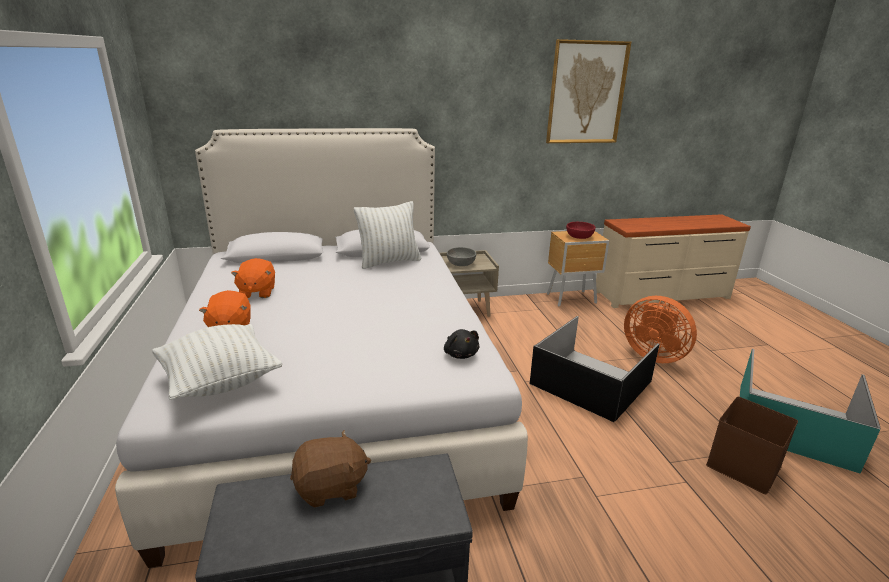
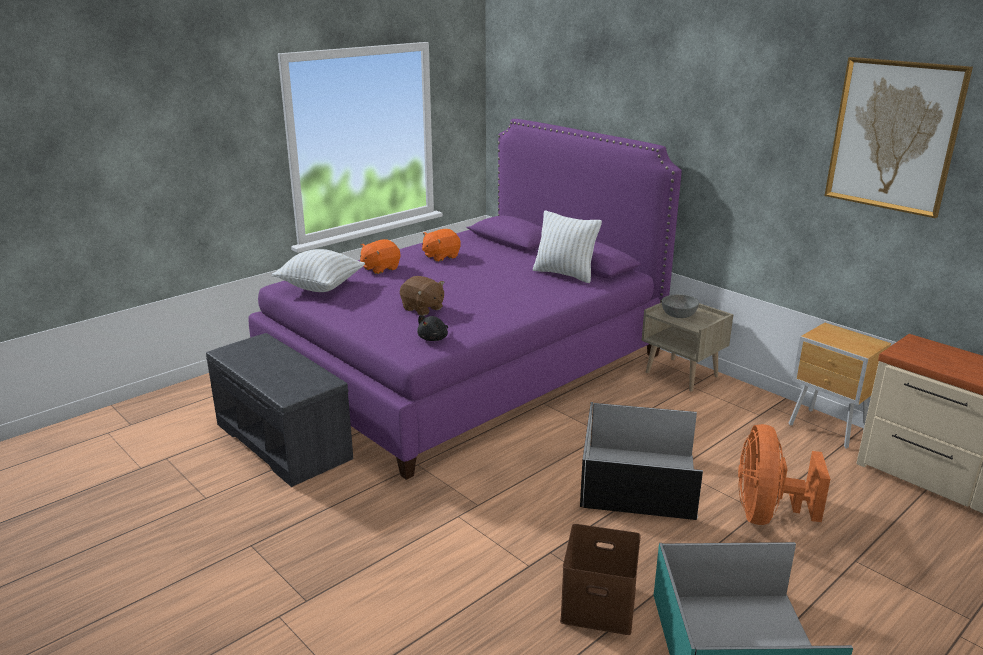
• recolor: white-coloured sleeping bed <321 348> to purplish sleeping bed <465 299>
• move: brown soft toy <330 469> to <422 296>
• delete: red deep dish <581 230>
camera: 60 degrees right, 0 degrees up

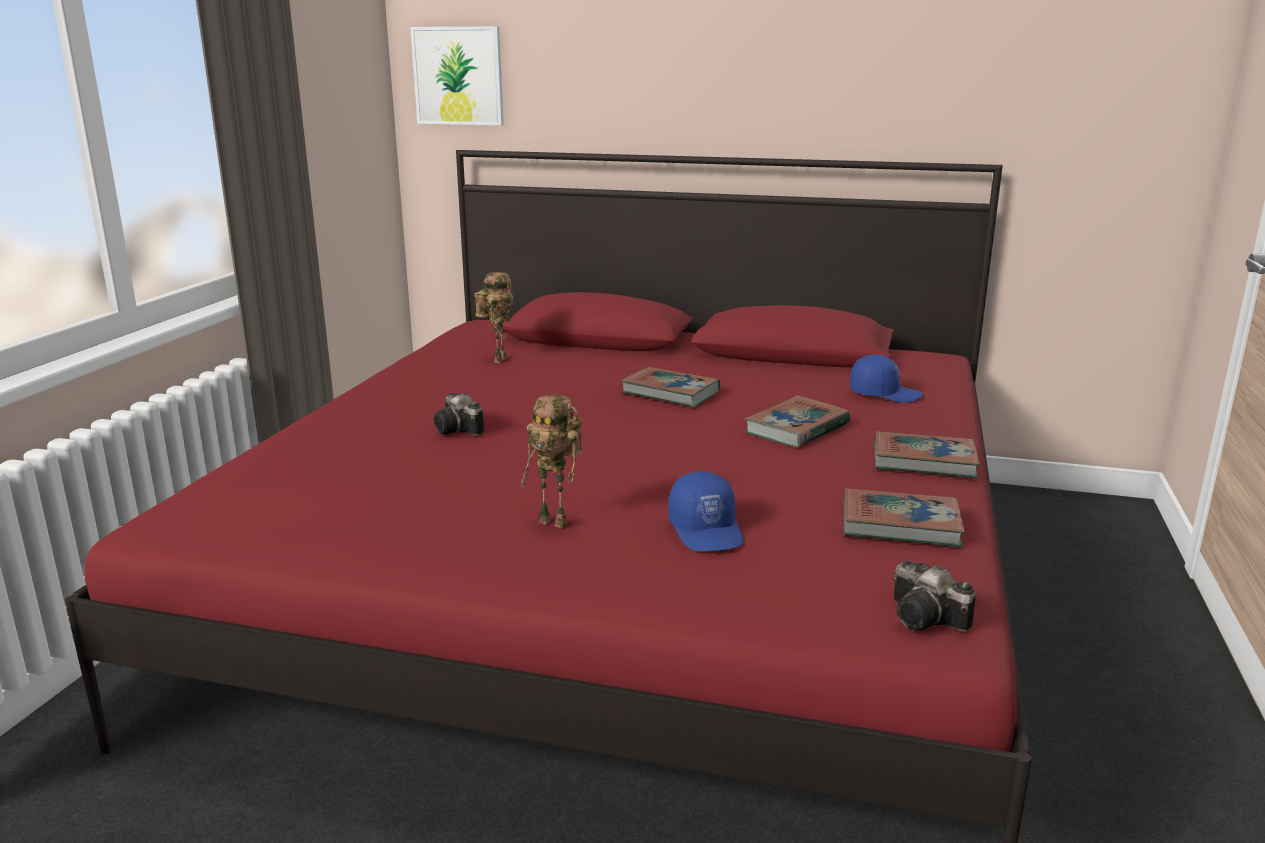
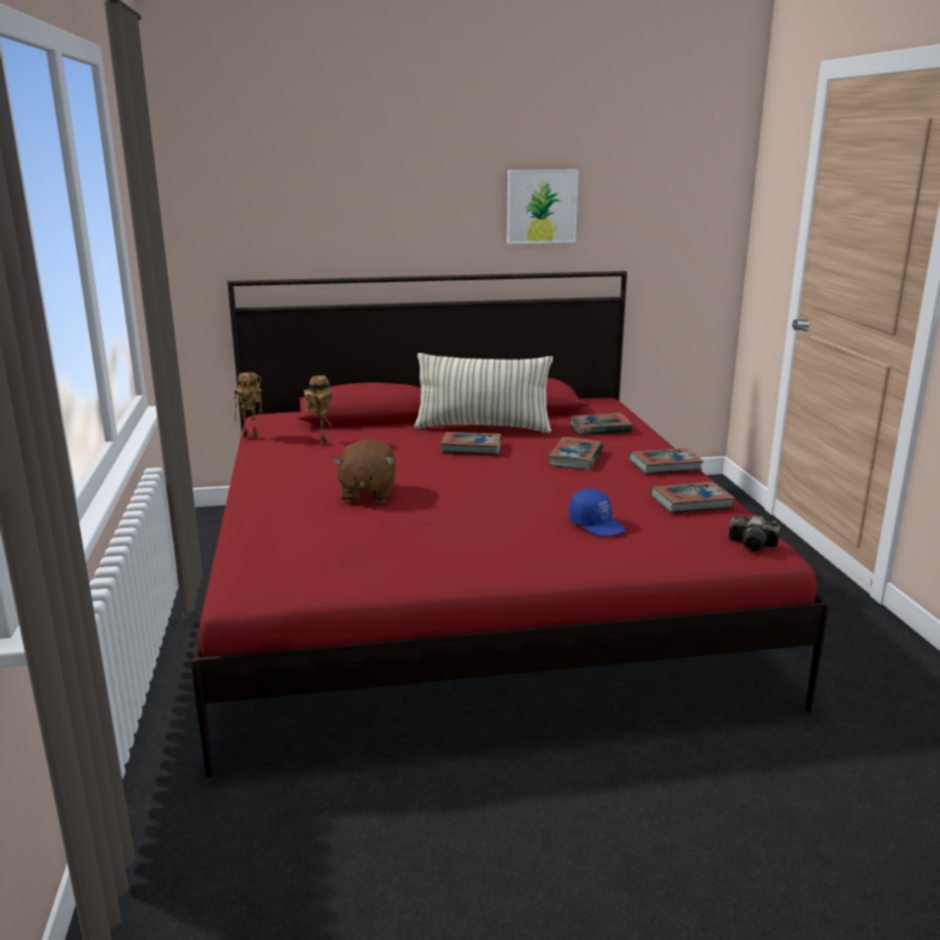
• move: picture <457 76> to <543 207>
• replace: photo camera <459 414> to brown soft toy <364 470>
• move: model robot <551 461> to <248 405>
• replace: bluish peaked cap <886 378> to volume <601 424>
• insert: pillow <483 393>
camera: 25 degrees left, 0 degrees up

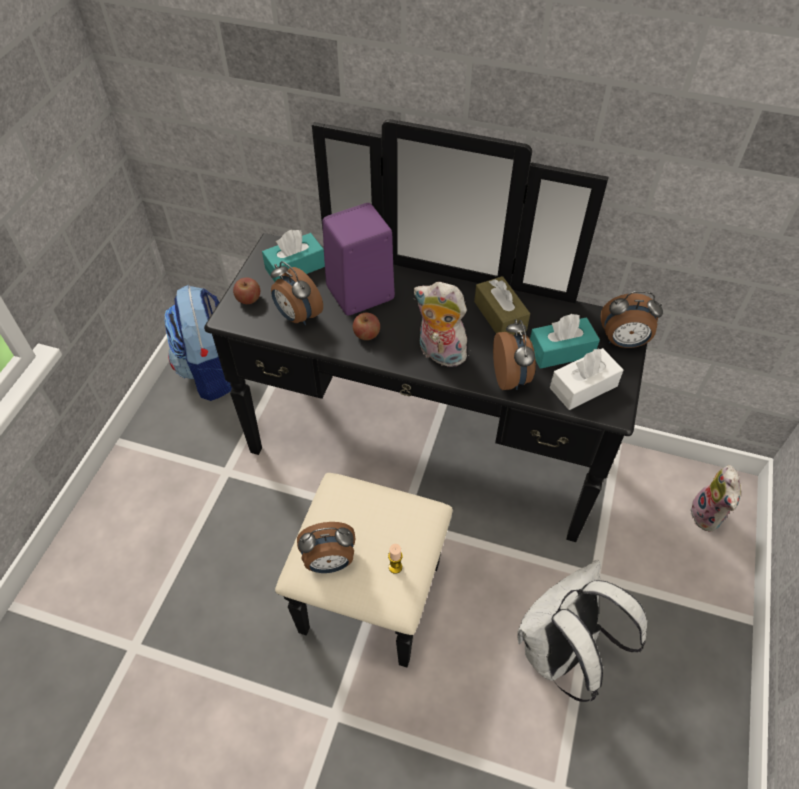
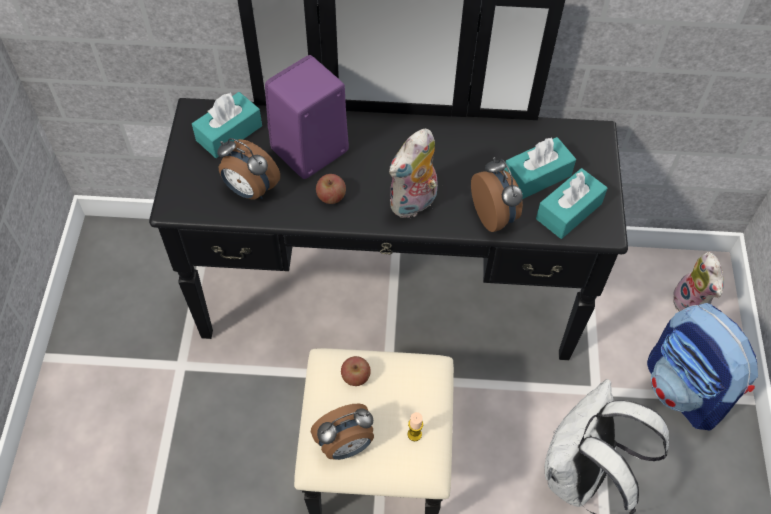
• move: backpack <198 343> to <702 366>
• move: apple <246 291> to <356 371>
• rotate: soft toy <441 324> = <413 173> 60 degrees counterclockwise
• delete: brown tissue holder <502 305>
• recolor: white-coloured tissue holder <586 379> to blue-green tissue holder <572 203>
• delete: alarm clock <631 319>
camera: 15 degrees left, 5 degrees up

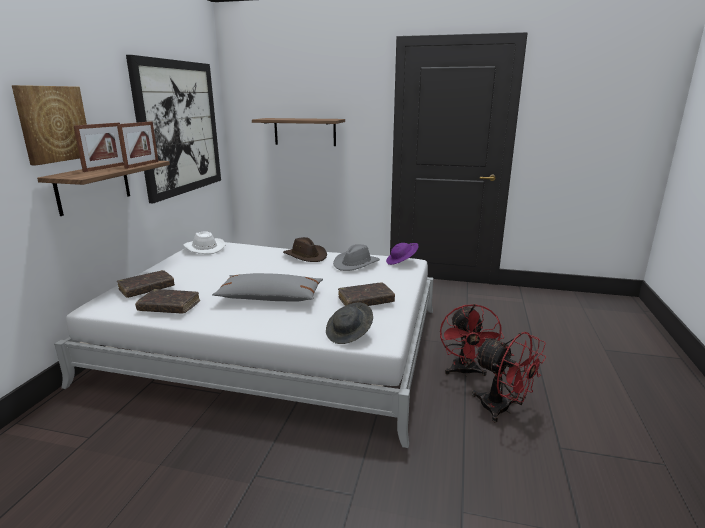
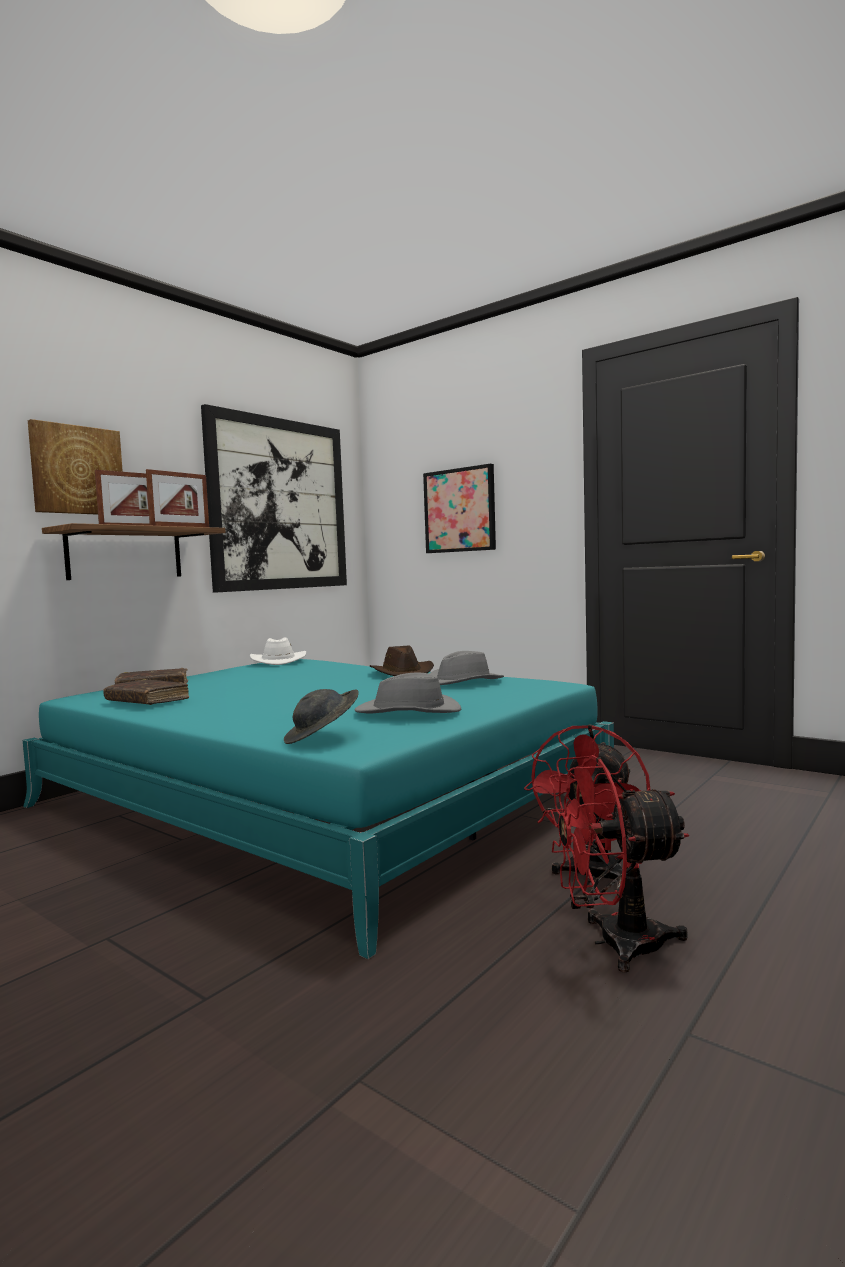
• recolor: white-coloured sleeping bed <244 345> to blue-green sleeping bed <318 809>
• delete: greyish pillow <267 287>
• replace: shelf <298 132> to picture <459 508>
• replace: brown volume <366 294> to greyish hat <408 693>
• delete: purplish hat <402 254>
• rotate: red cooling fan <509 377> = <618 864> 105 degrees clockwise
camera: 25 degrees right, 15 degrees down

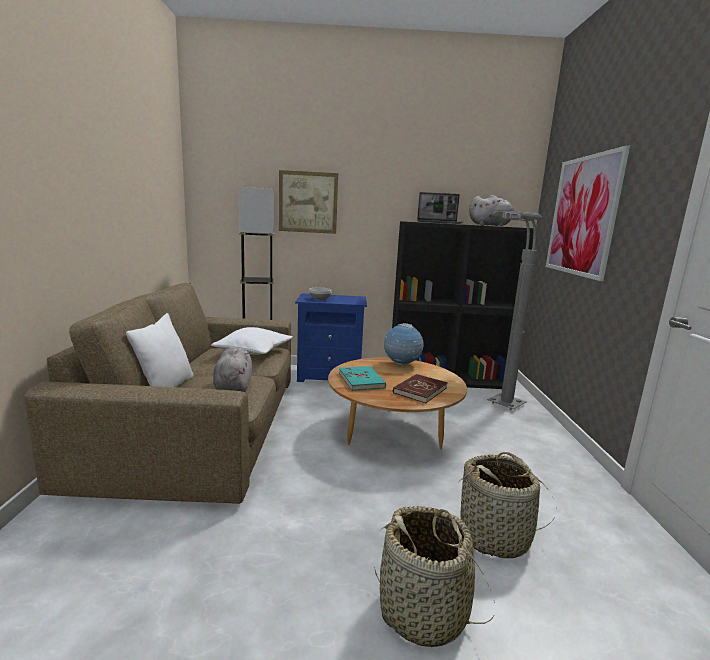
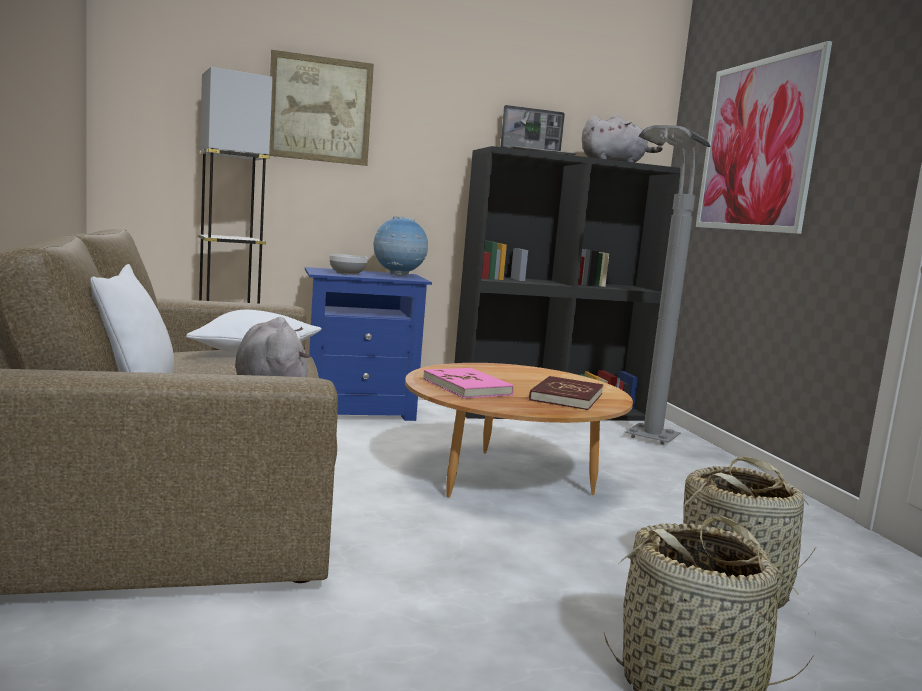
• recolor: blue-green volume <362 378> to pink-coloured volume <468 383>
• move: world globe <403 344> to <400 246>
camera: 15 degrees left, 5 degrees down

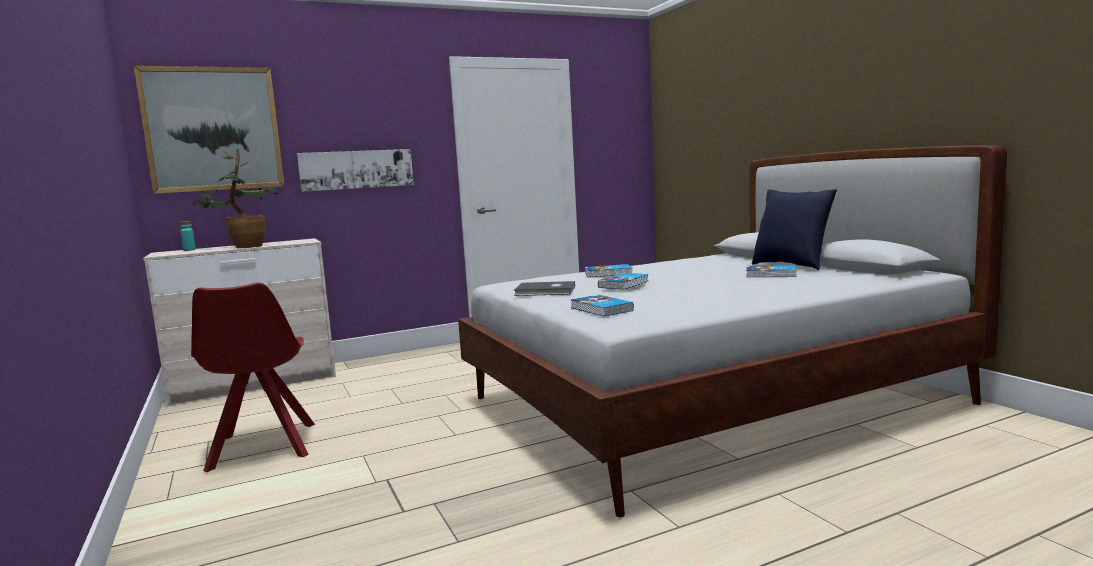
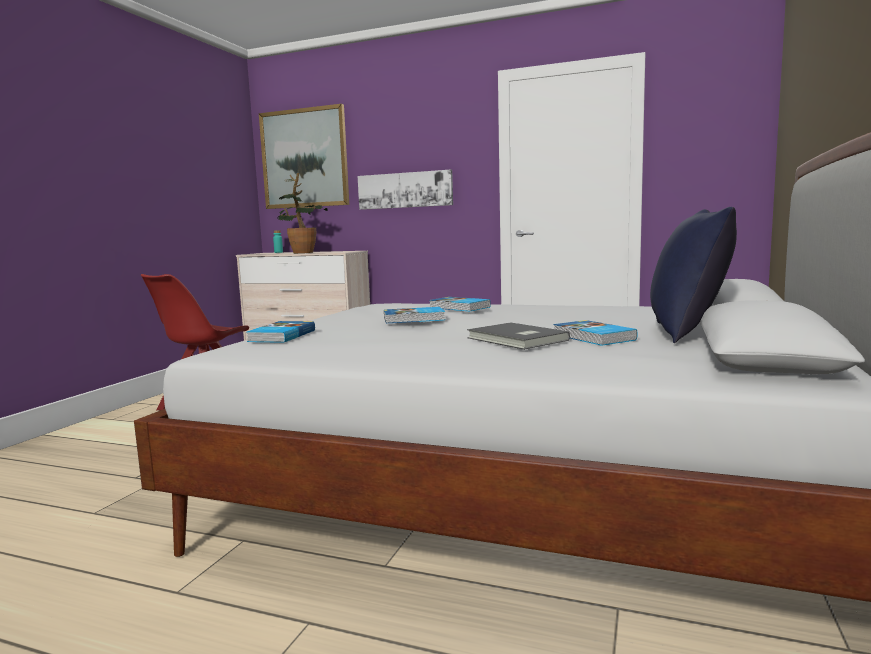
• move: greyish volume <544 288> to <518 336>
camera: 45 degrees right, 0 degrees up

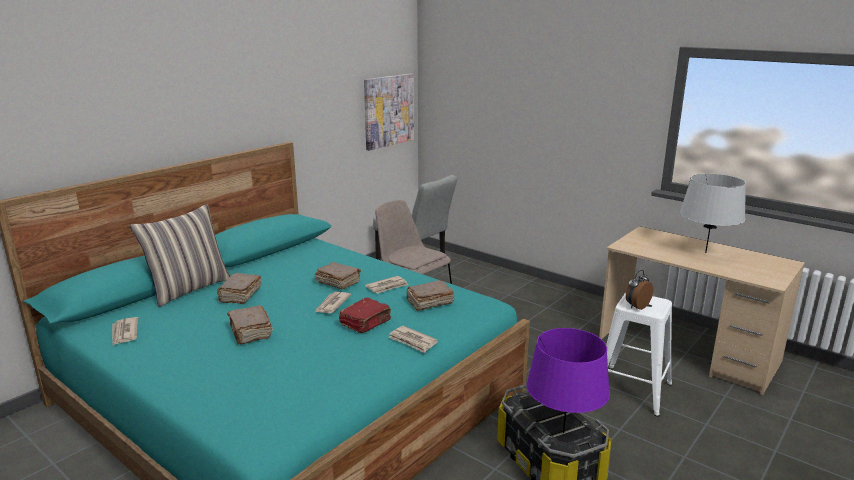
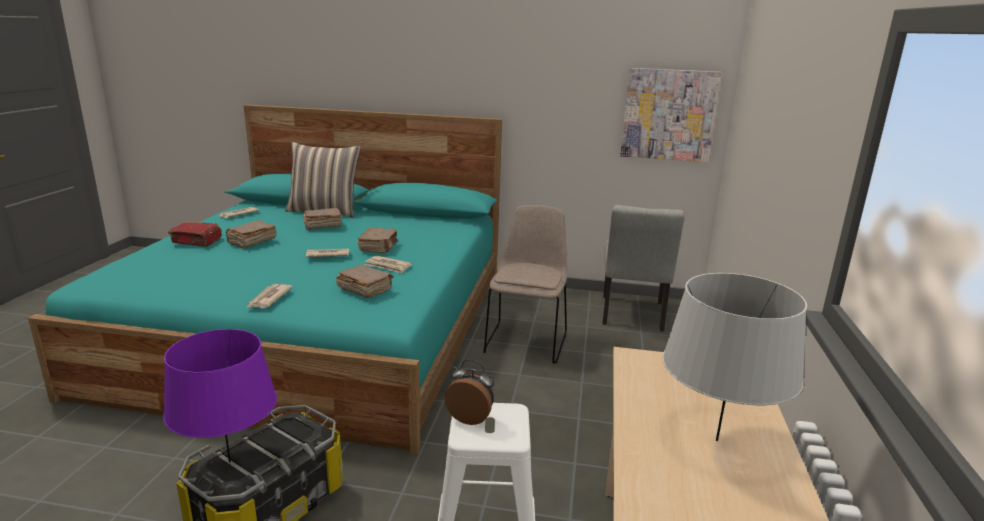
• move: red volume <365 315> to <195 234>
camera: 60 degrees right, 0 degrees up

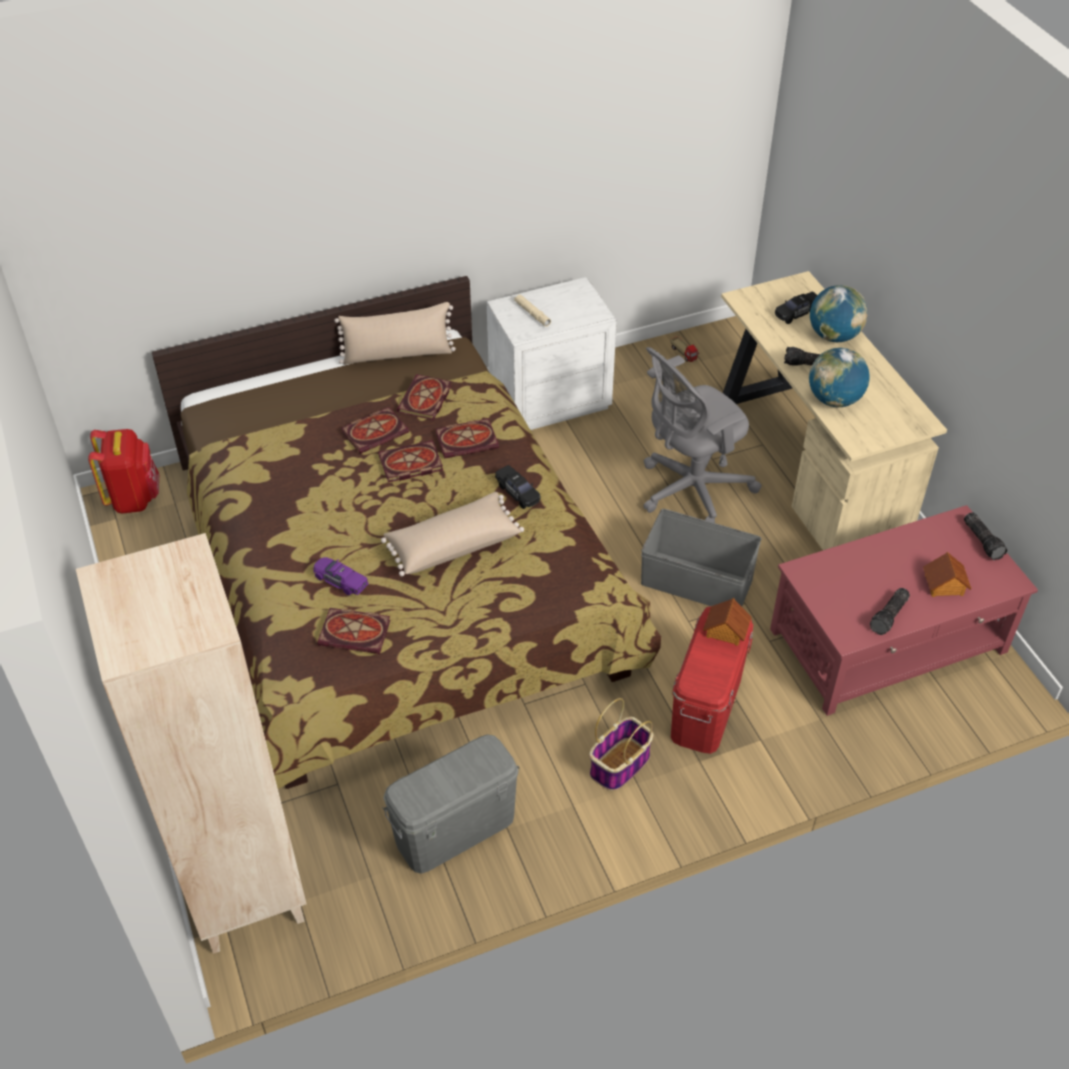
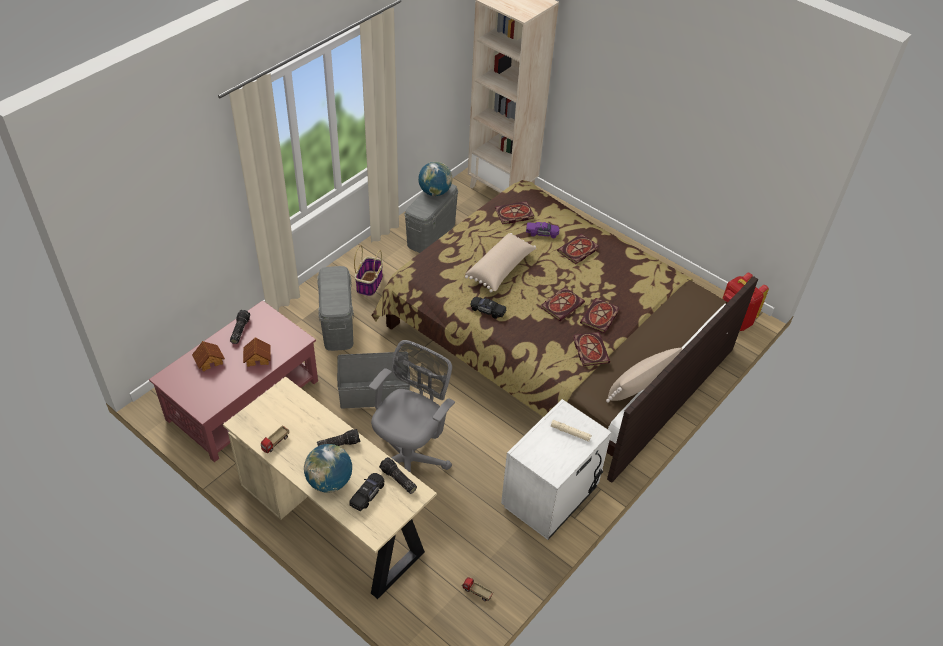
• move: volume <467 439> to <578 249>
• recolor: red storage bin <712 679> to greyish storage bin <336 308>
• move: model house <727 622> to <257 352>
• move: world globe <839 377> to <435 179>
• move: hand torch <985 536> to <398 475>
• insert: model truck <275 439>
camera: 150 degrees right, 0 degrees up

